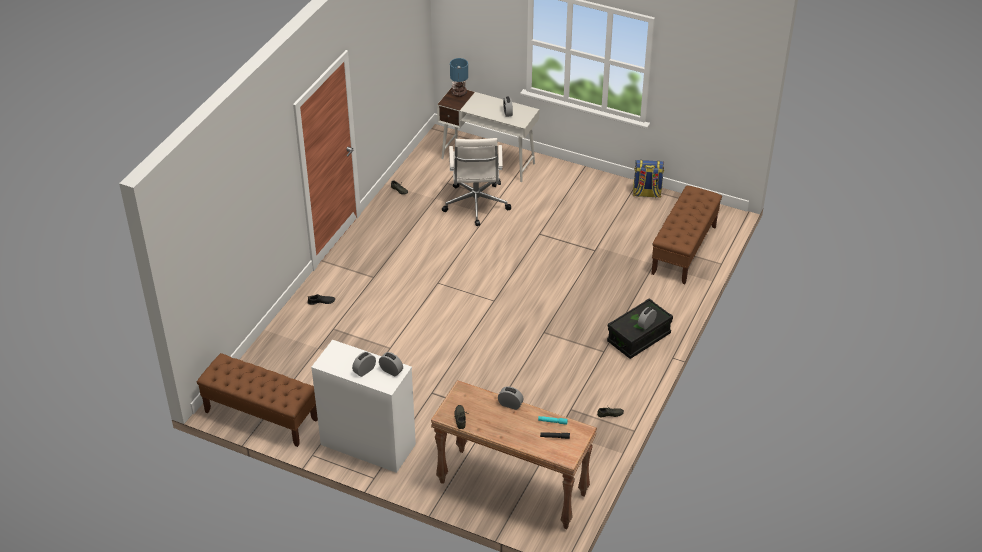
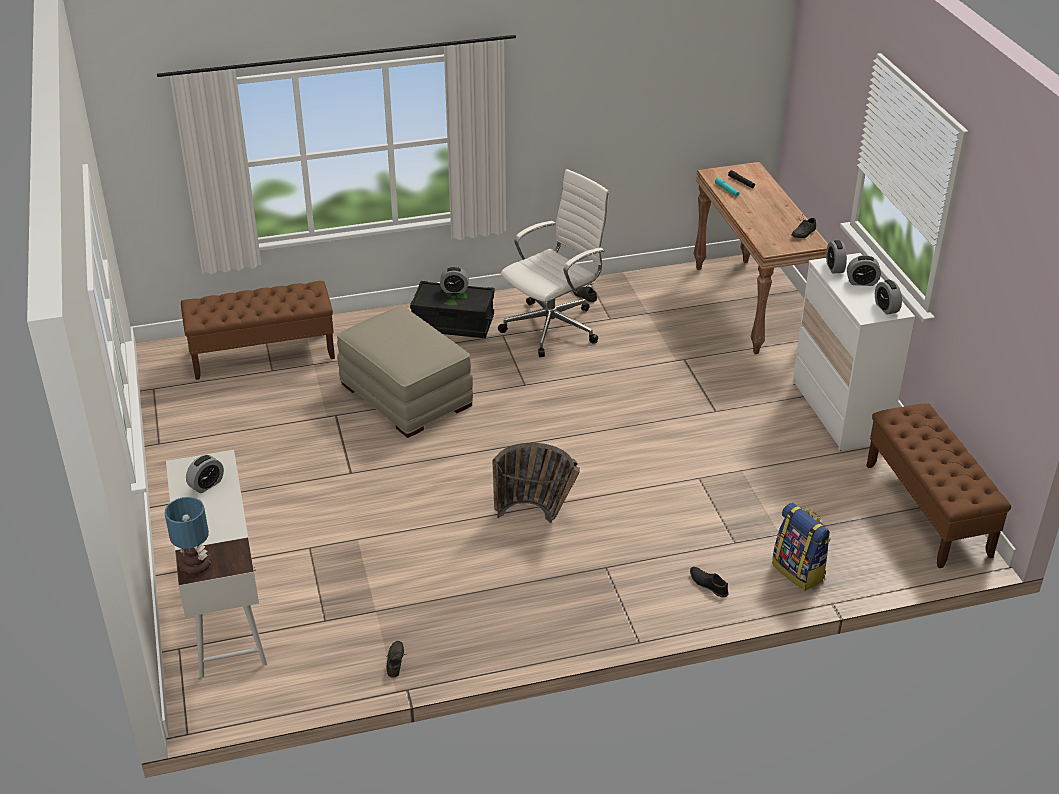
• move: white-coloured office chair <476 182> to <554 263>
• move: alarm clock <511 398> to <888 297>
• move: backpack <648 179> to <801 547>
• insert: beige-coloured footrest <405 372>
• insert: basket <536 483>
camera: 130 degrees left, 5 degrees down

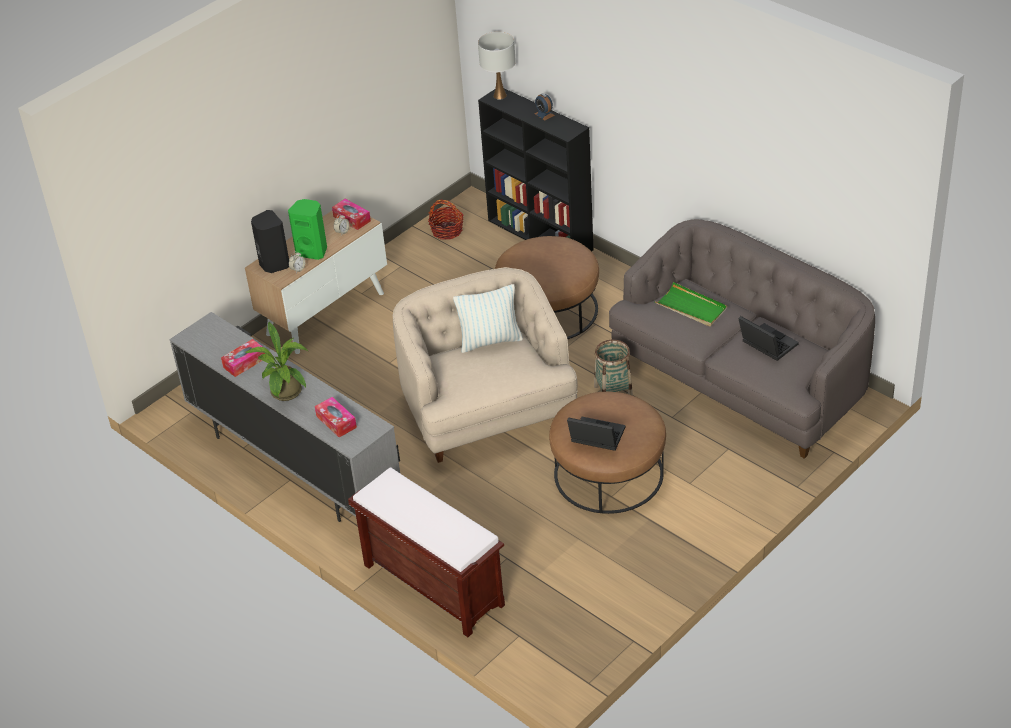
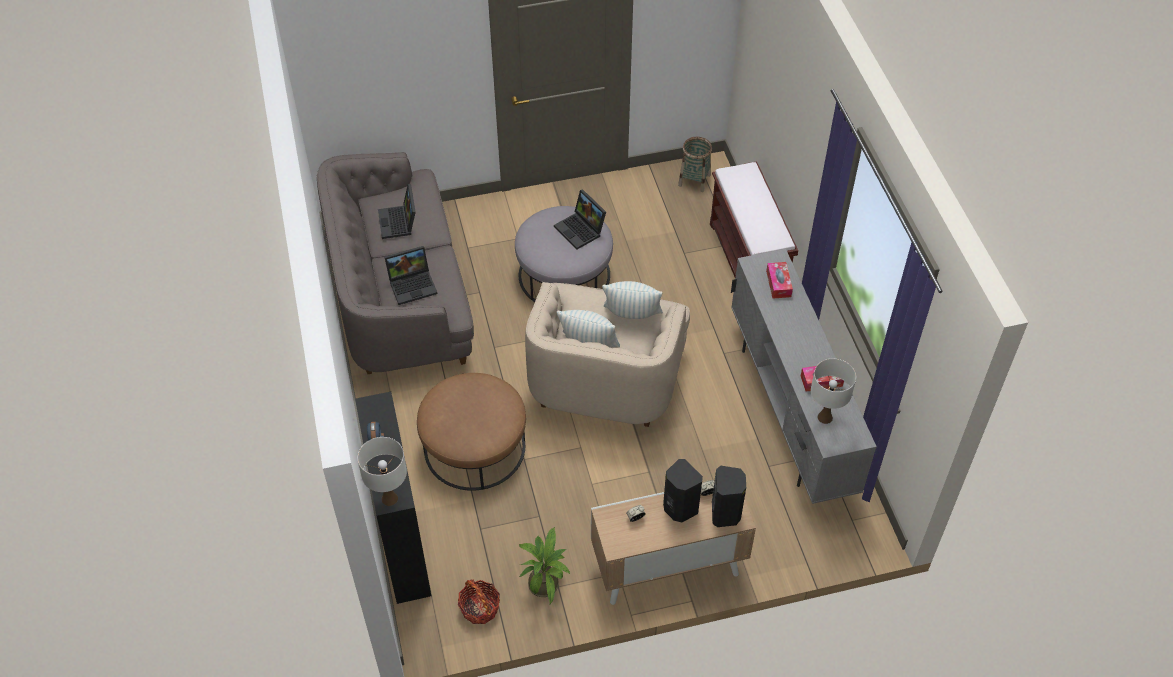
• move: houseplant <276 361> to <544 565>
• recolor: green audio speaker <307 229> to blackish audio speaker <683 490>
• delete: tissue holder <351 214>
• recolor: brown footrest <607 453> to greyish footrest <564 254>
• move: basket <613 368> to <695 164>
• replace: green serving tray <690 304> to laptop <410 275>
• insert: pillow <632 300>
• insert: white-coloured lamp for a table <833 391>
camera: 150 degrees left, 10 degrees up

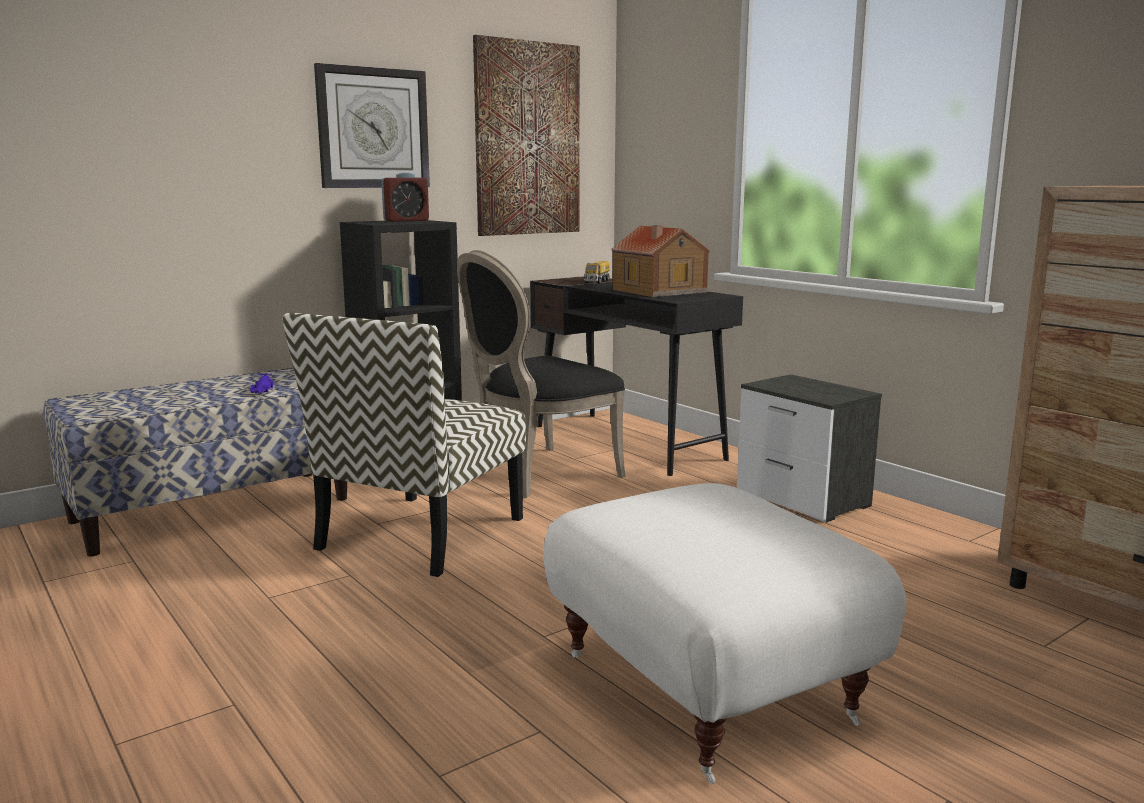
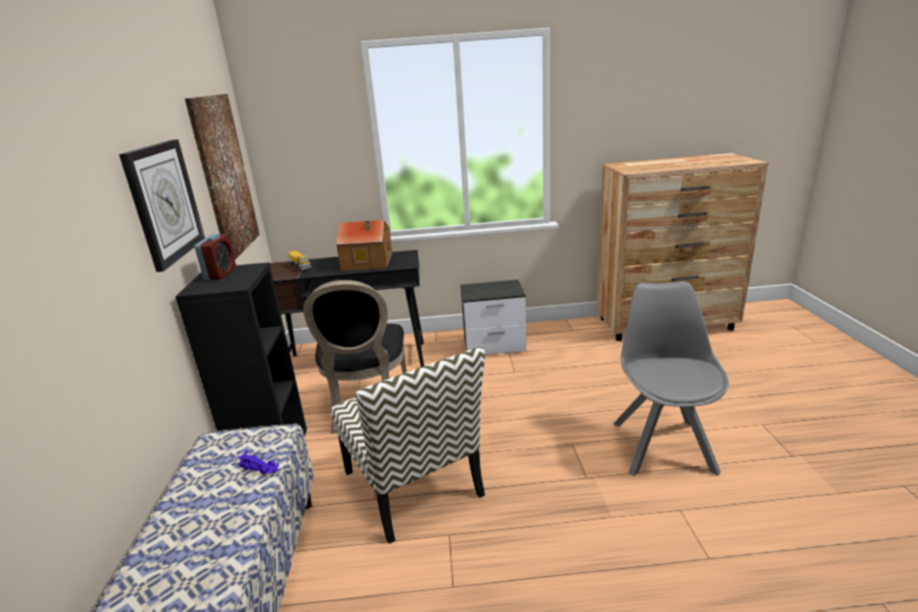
• replace: white-coloured footrest <724 633> to greyish chair <671 378>
camera: 55 degrees left, 10 degrees up

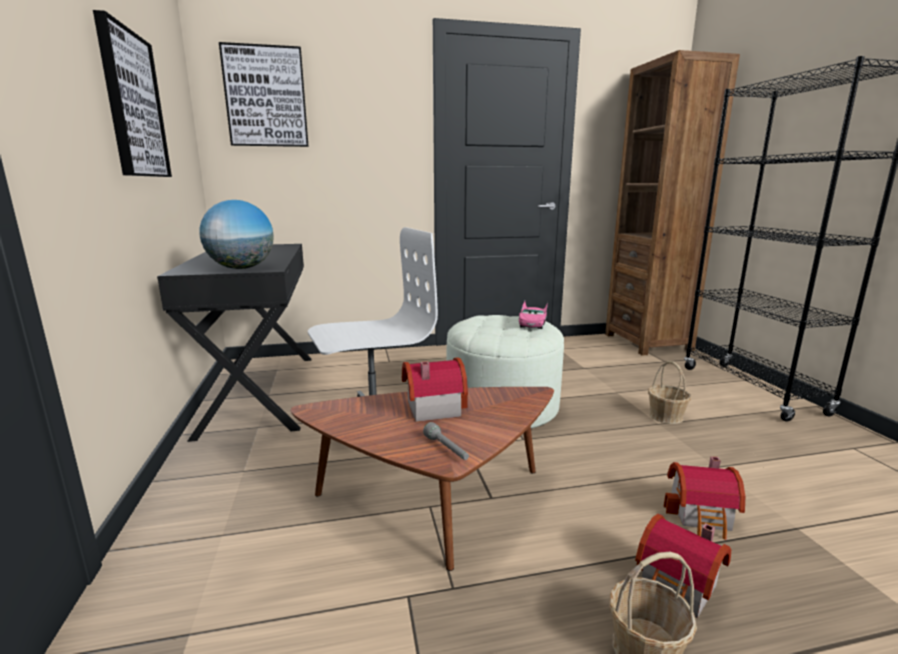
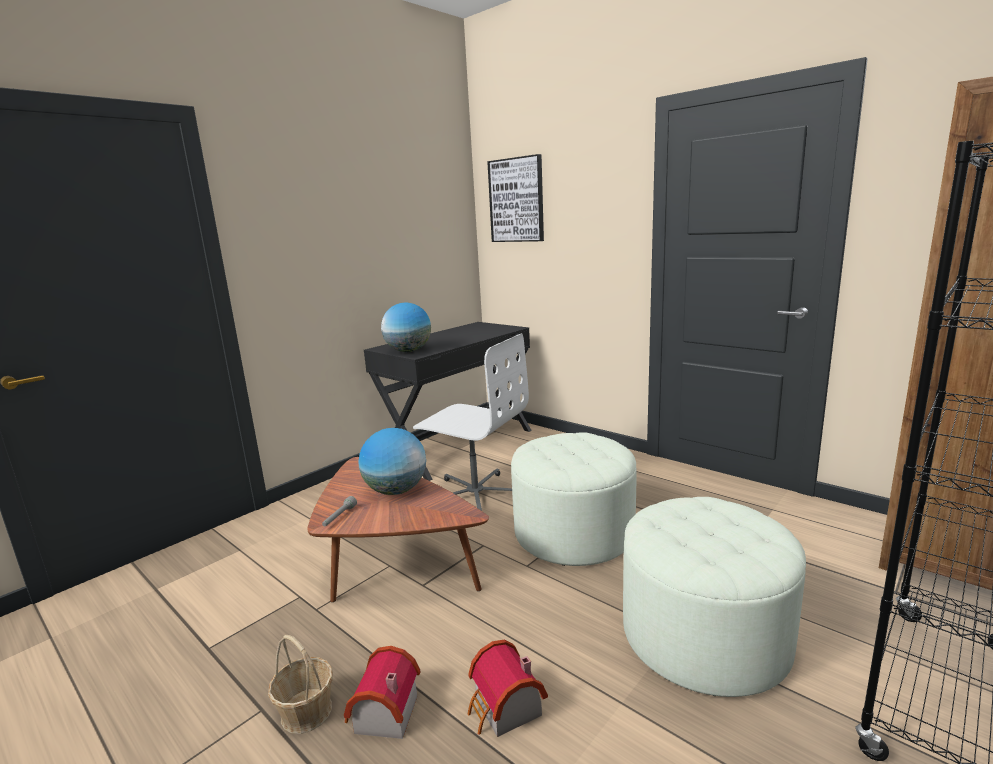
• delete: picture <132 93>
• replace: model house <435 389> to world globe <392 461>
• delete: pink-coloured toy car <533 315>
• replace: basket <669 392> to white-coloured footrest <714 597>
camera: 55 degrees right, 0 degrees up

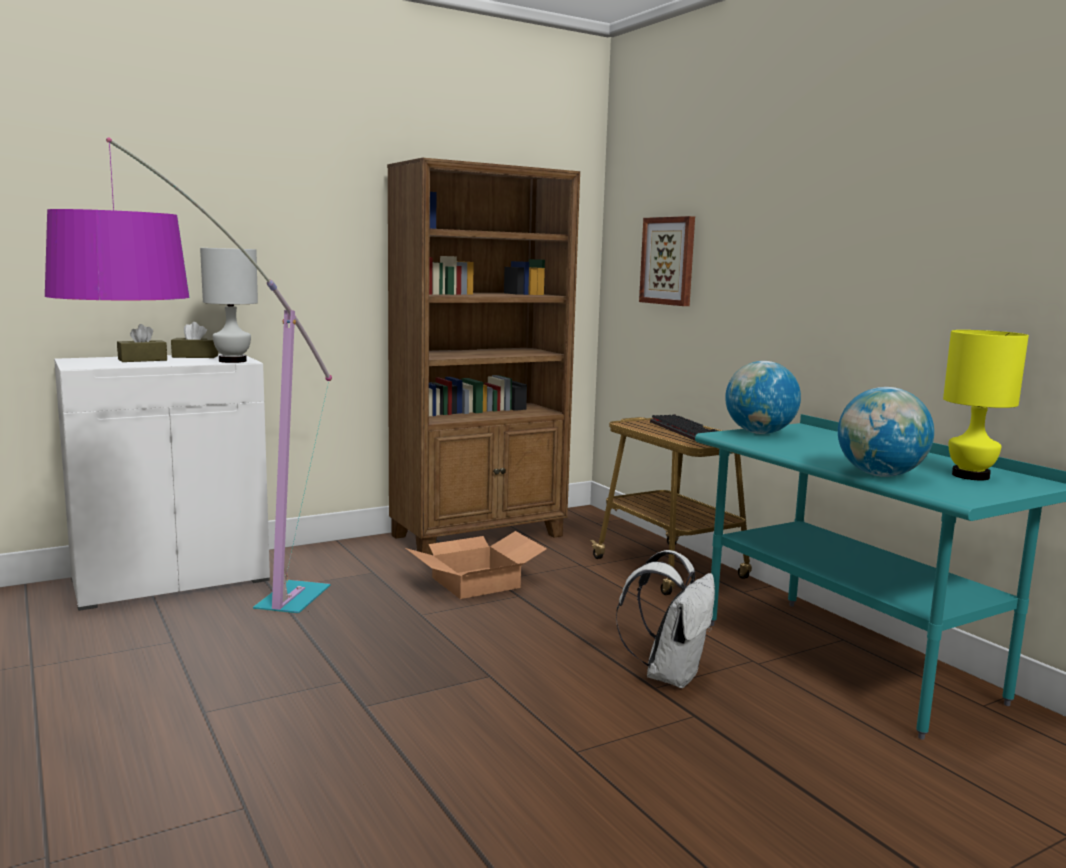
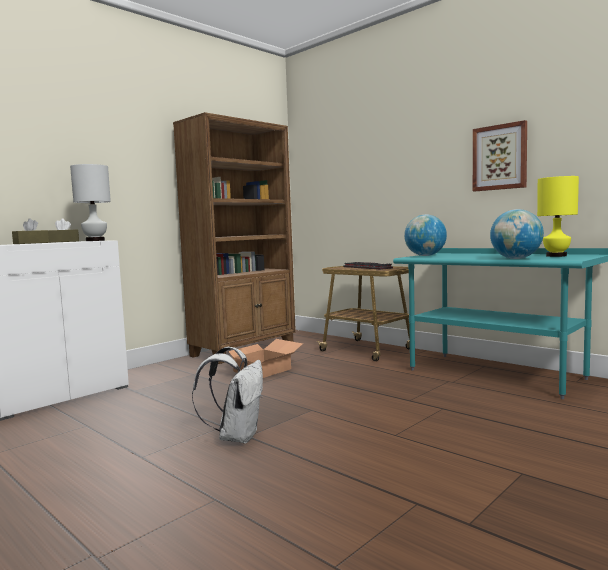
• delete: floor lamp <188 375>
• move: white-coloured backpack <665 619> to <227 395>
• move: picture <667 261> to <500 155>
camera: 15 degrees left, 5 degrees down

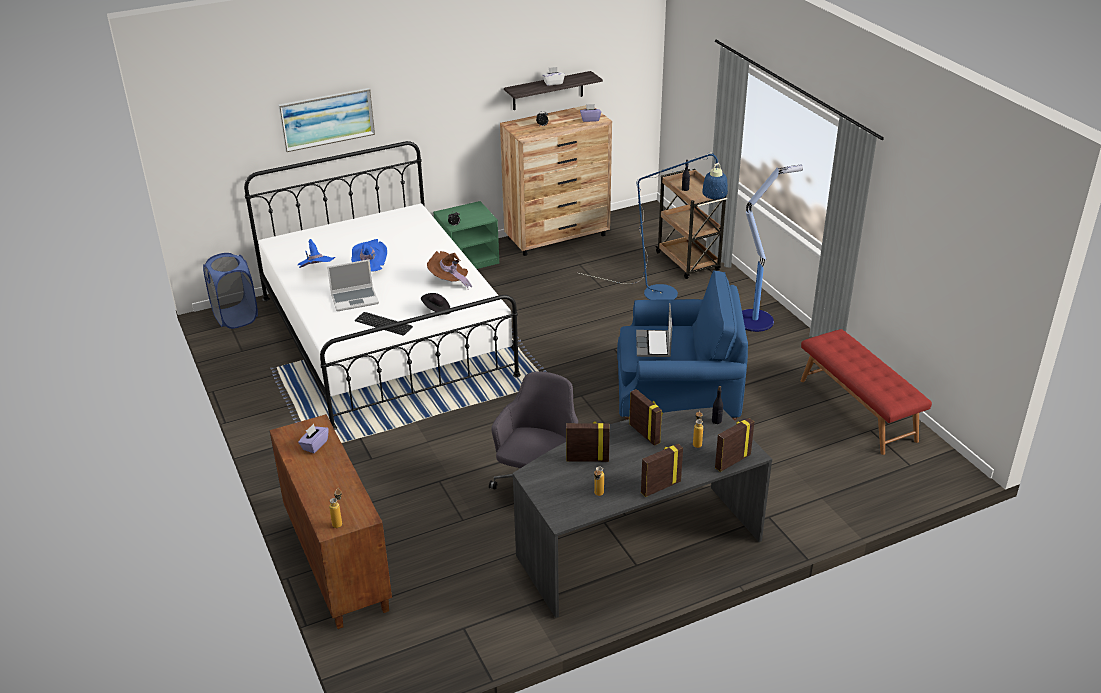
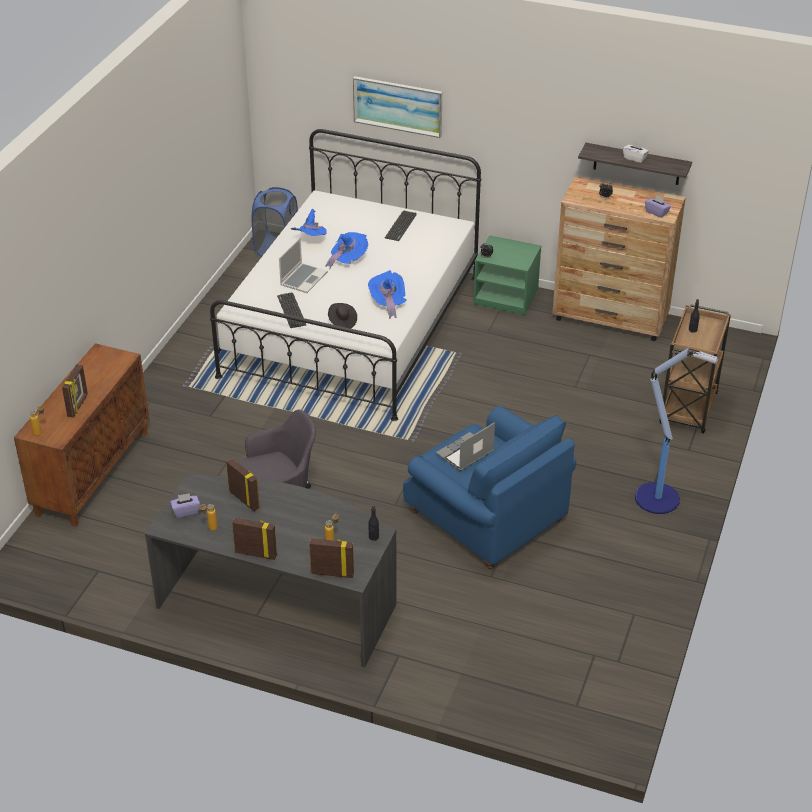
• move: purplish tissue holder <313 438> to <185 505>
• rotate: laptop <353 285> = <303 265> 90 degrees counterclockwise
• recolor: brown hat <449 269> to bluish hat <387 294>
• delete: bluish floor lamp <653 226>
• move: picture frame <646 417> to <75 391>
• delete: red bench <866 392>
• insert: keyboard <401 225>
camera: 45 degrees right, 5 degrees up

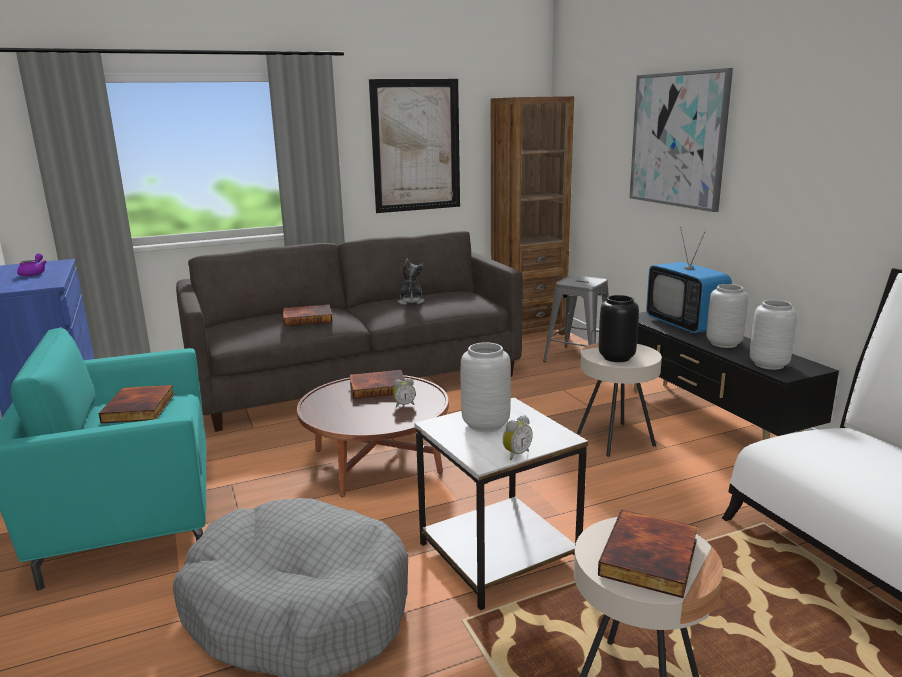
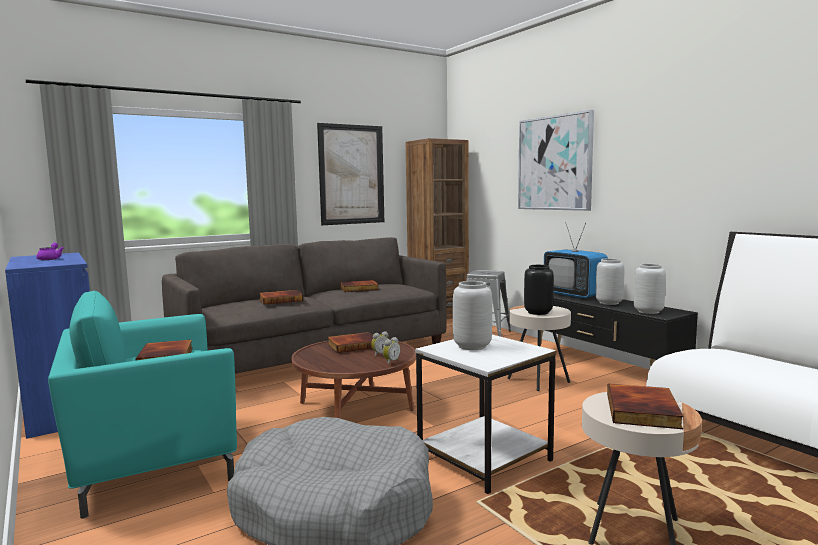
• replace: soft toy <411 282> to volume <359 286>
• move: alarm clock <518 437> to <392 350>
camera: 10 degrees left, 10 degrees down

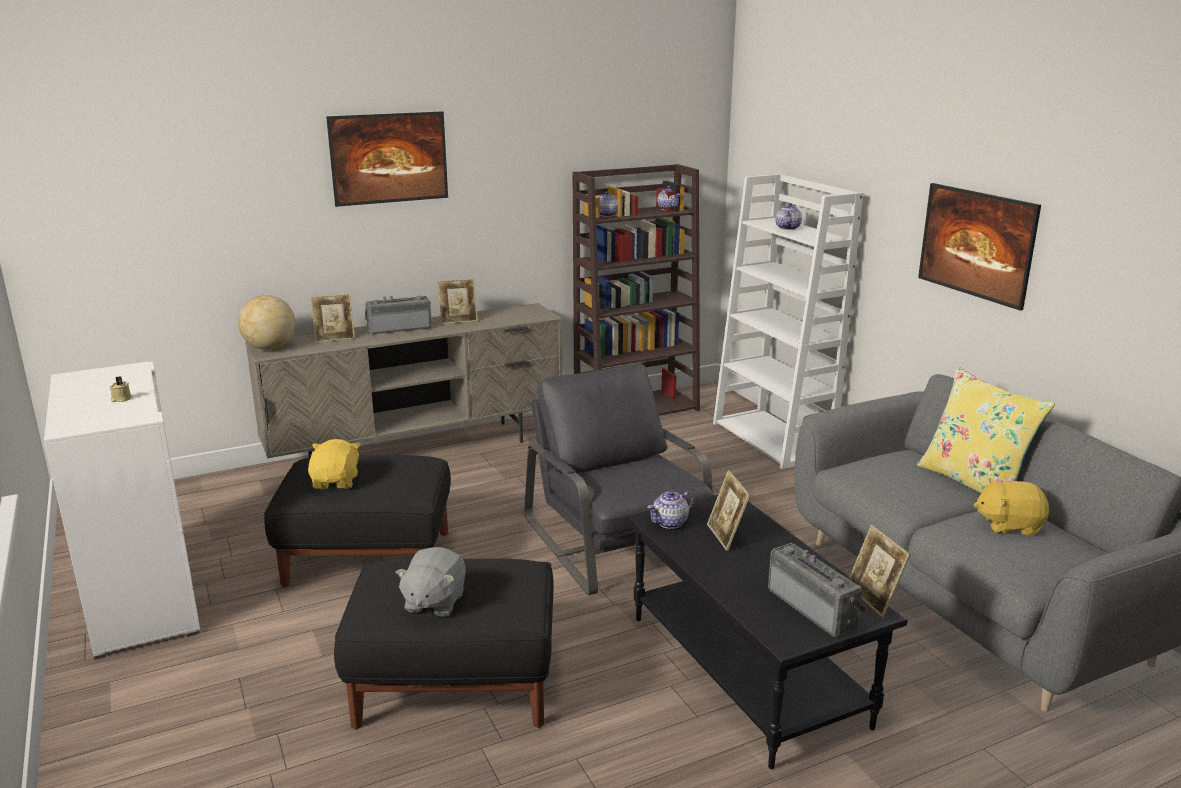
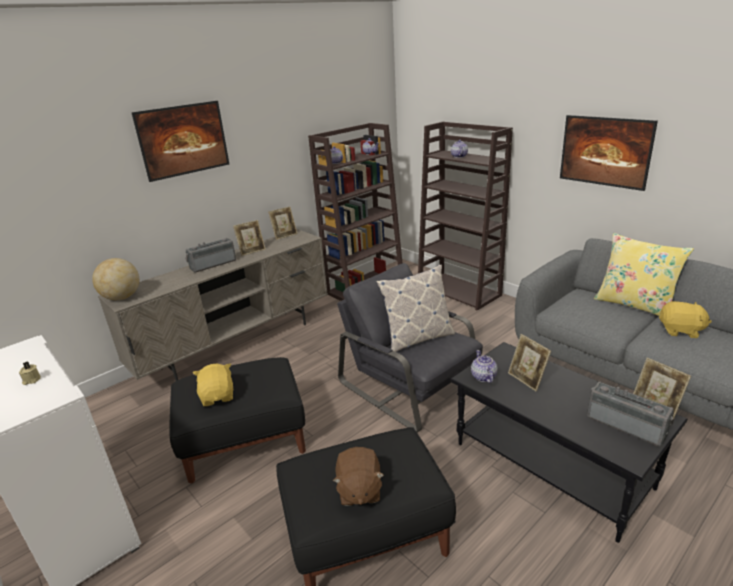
• move: picture frame <333 318> to <283 223>
• recolor: greyish soft toy <430 582> to brown soft toy <358 476>
• rotate: tea pot <670 510> = <484 366> 135 degrees clockwise
• recolor: white-coloured shelving unit <788 321> to brown shelving unit <465 216>
• rotate: yellow-coloured soft toy <1011 507> = <685 319> 150 degrees counterclockwise
• insert: pillow <415 308>
camera: 15 degrees left, 5 degrees up

